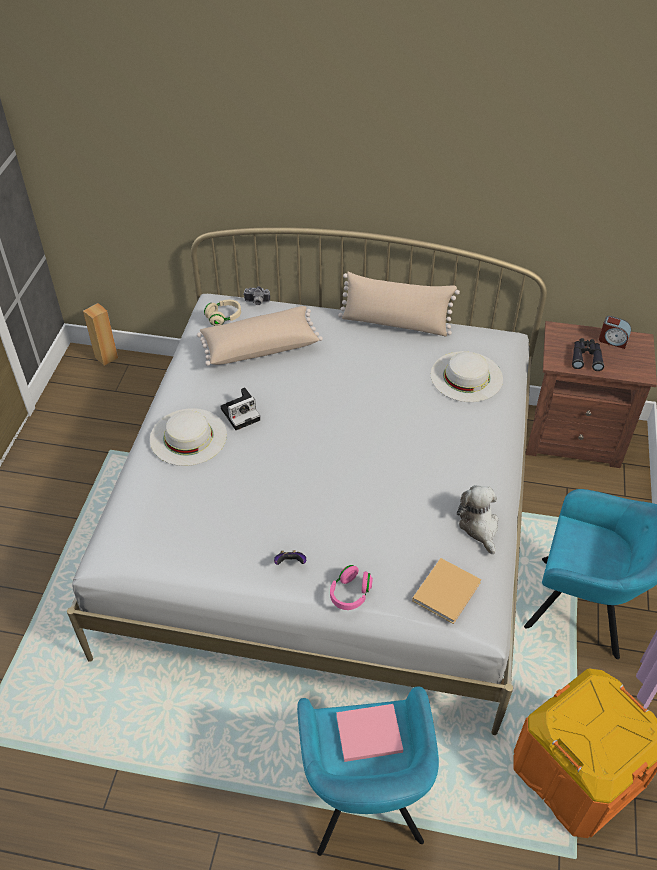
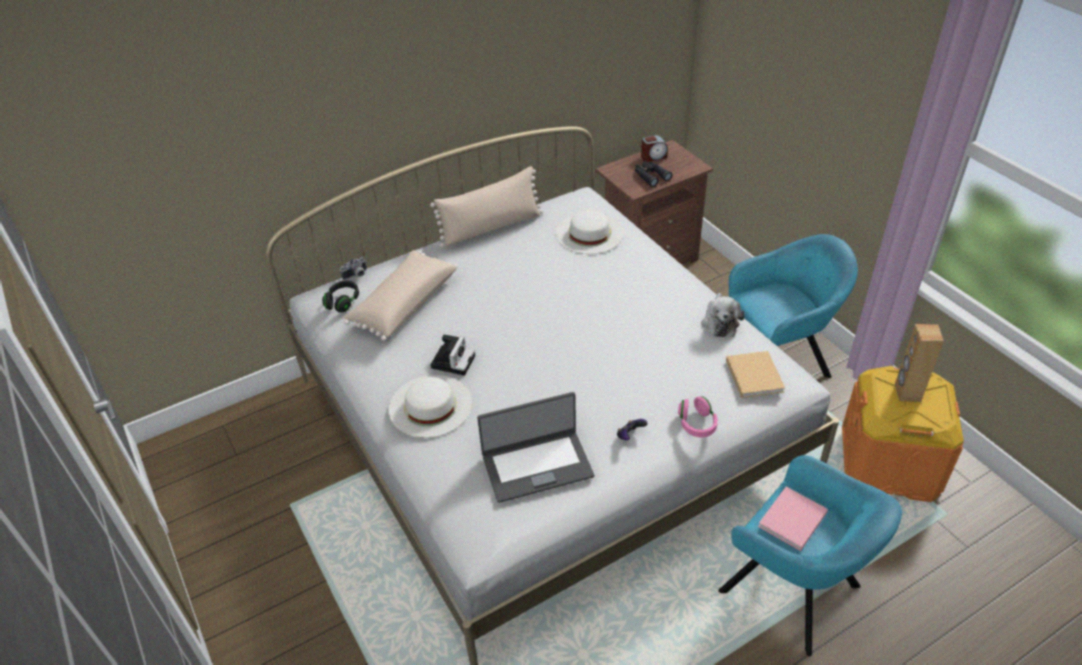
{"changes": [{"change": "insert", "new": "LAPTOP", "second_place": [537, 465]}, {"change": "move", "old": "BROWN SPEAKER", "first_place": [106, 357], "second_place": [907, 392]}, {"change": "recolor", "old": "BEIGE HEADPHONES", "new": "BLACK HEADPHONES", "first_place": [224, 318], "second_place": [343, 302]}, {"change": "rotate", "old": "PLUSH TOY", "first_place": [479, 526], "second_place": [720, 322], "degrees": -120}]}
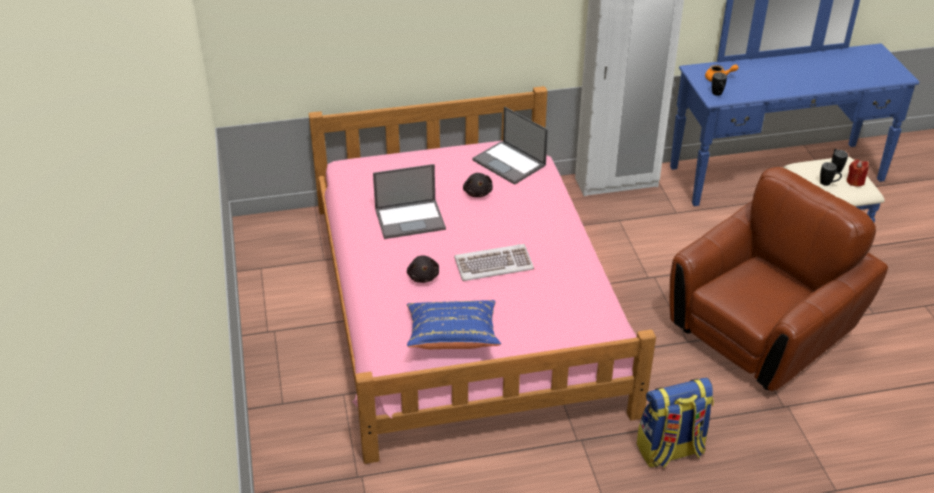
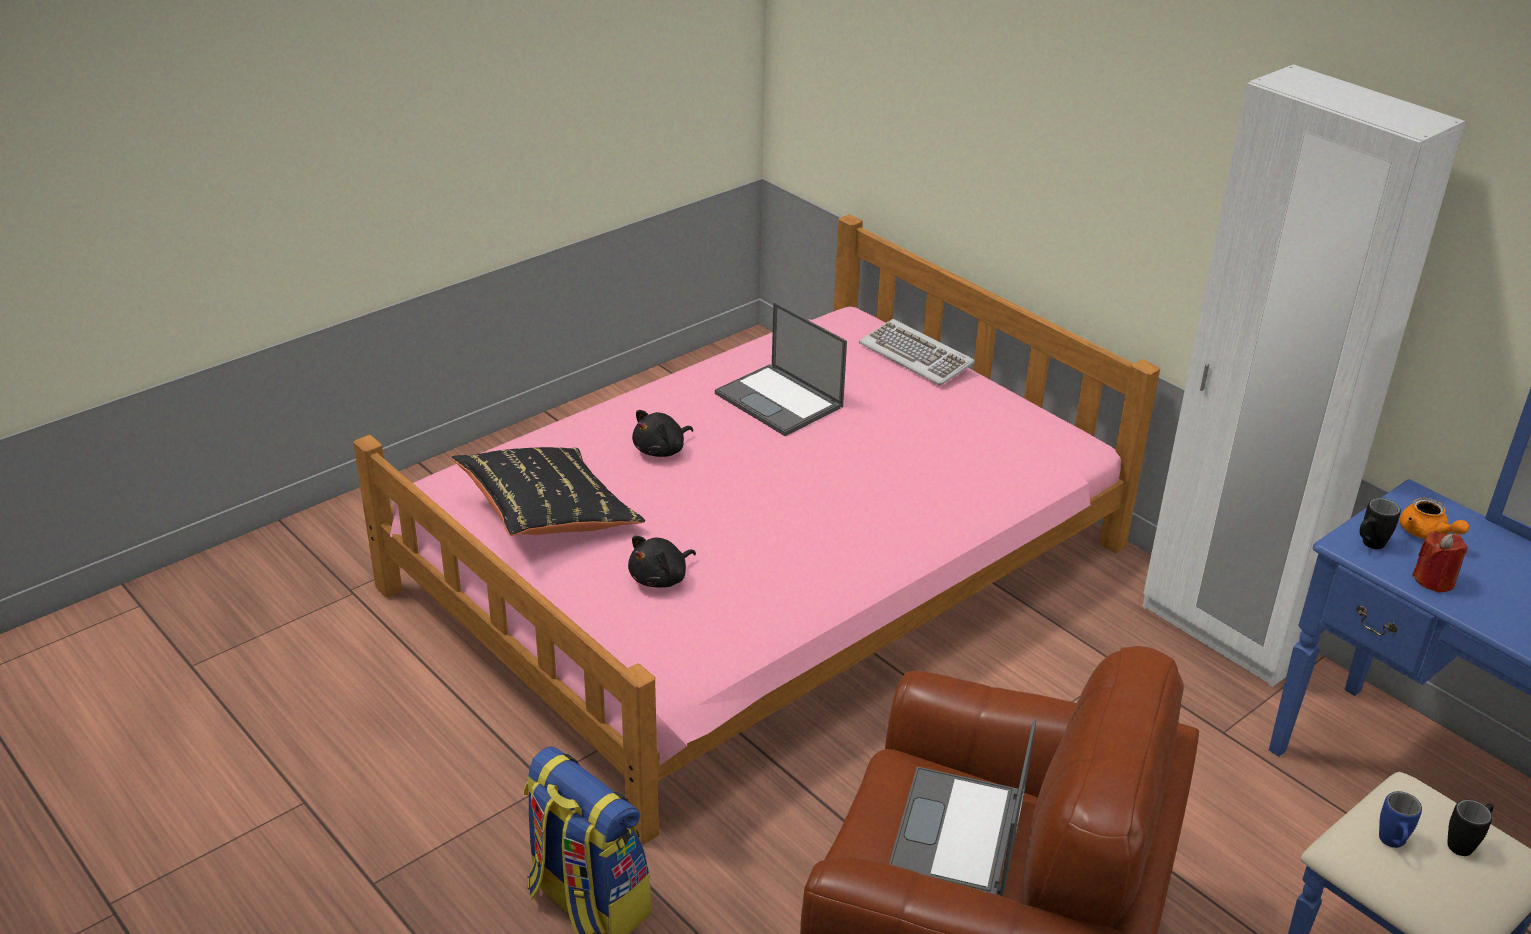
{"changes": [{"change": "move", "old": "KEYBOARD", "first_place": [494, 264], "second_place": [916, 356]}, {"change": "move", "old": "BLACK PLUSH TOY", "first_place": [477, 192], "second_place": [661, 578]}, {"change": "move", "old": "LAPTOP", "first_place": [510, 163], "second_place": [958, 835]}, {"change": "move", "old": "RED CANDLE", "first_place": [855, 181], "second_place": [1434, 580]}, {"change": "recolor", "old": "BLUE PILLOW", "new": "BLACK PILLOW", "first_place": [452, 337], "second_place": [548, 515]}, {"change": "recolor", "old": "BLACK MUG", "new": "BLUE MUG", "first_place": [828, 184], "second_place": [1392, 845]}]}
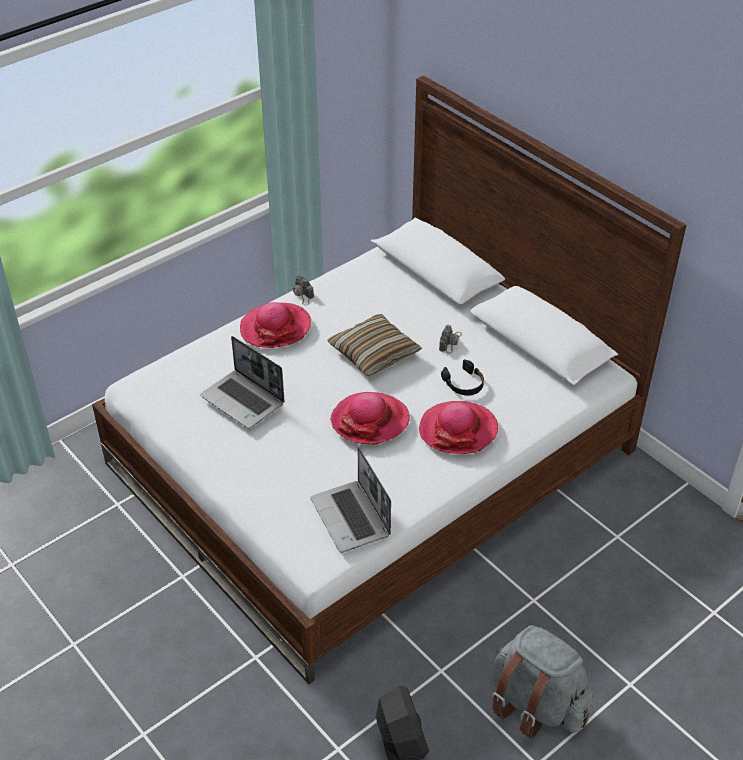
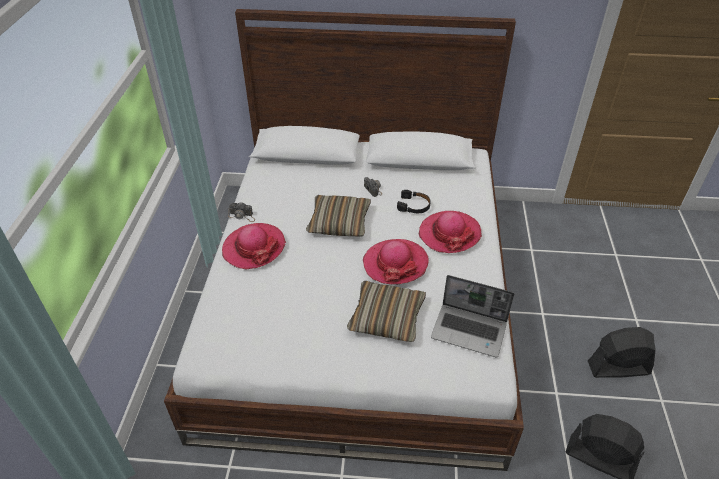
{"changes": [{"change": "delete", "old": "LAPTOP", "first_place": [244, 400]}, {"change": "insert", "new": "PILLOW", "second_place": [386, 318]}, {"change": "replace", "old": "GREY BACKPACK", "new": "BLACK FAN", "first_place": [536, 704], "second_place": [618, 368]}]}
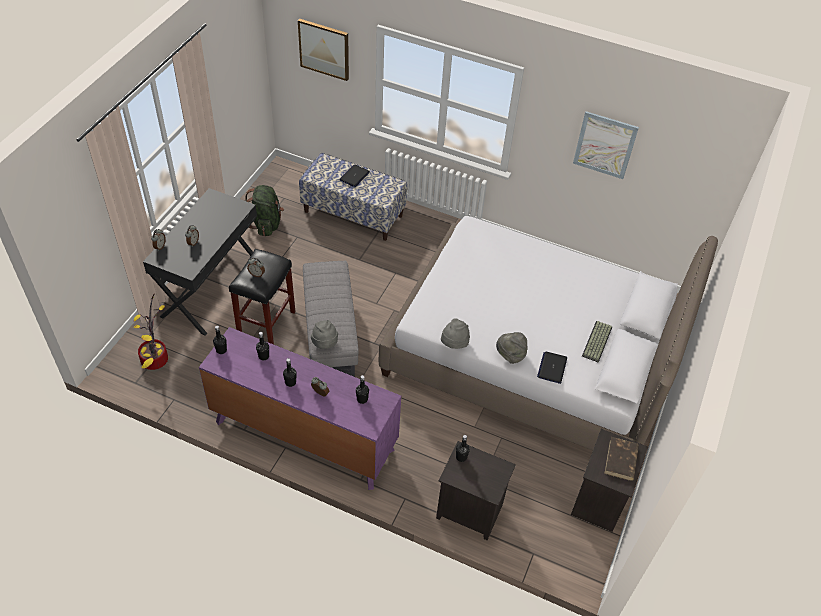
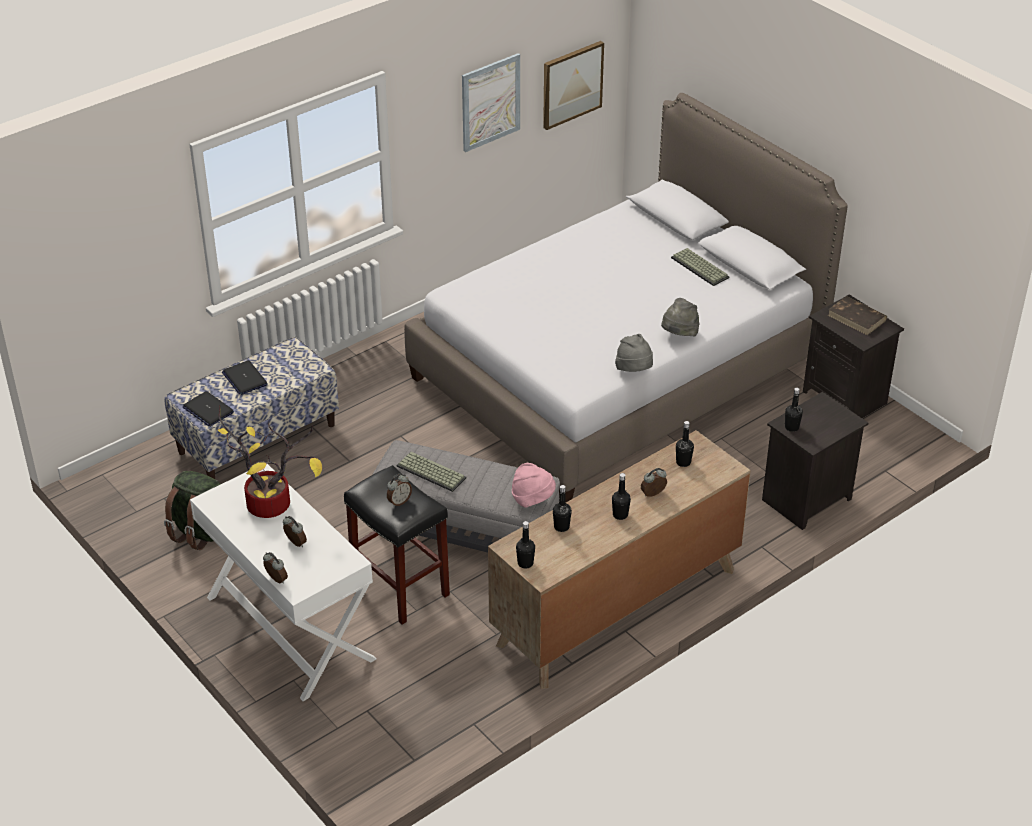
{"changes": [{"change": "insert", "new": "KEYBOARD", "second_place": [430, 472]}, {"change": "move", "old": "POTTED PLANT", "first_place": [156, 361], "second_place": [272, 503]}, {"change": "move", "old": "PICTURE", "first_place": [324, 49], "second_place": [571, 84]}, {"change": "move", "old": "LAPTOP", "first_place": [552, 367], "second_place": [208, 410]}, {"change": "recolor", "old": "BLACK DESK", "new": "WHITE DESK", "first_place": [211, 288], "second_place": [289, 628]}, {"change": "recolor", "old": "PURPLE DRESSER", "new": "BROWN DRESSER", "first_place": [303, 435], "second_place": [617, 607]}, {"change": "recolor", "old": "GREY HAT", "new": "PINK HAT", "first_place": [325, 344], "second_place": [532, 499]}]}
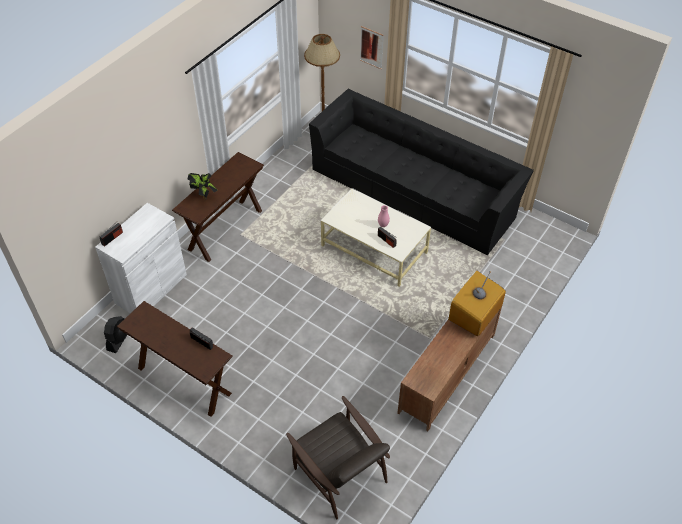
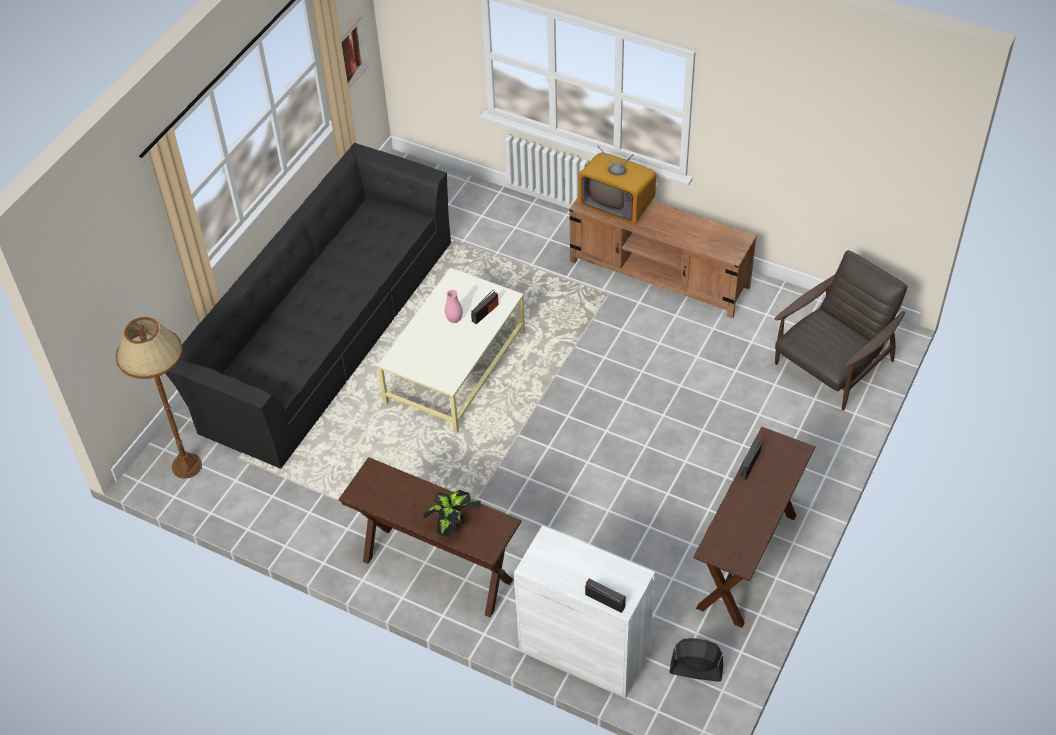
{"changes": [{"change": "move", "old": "PICTURE", "first_place": [371, 47], "second_place": [353, 53]}]}
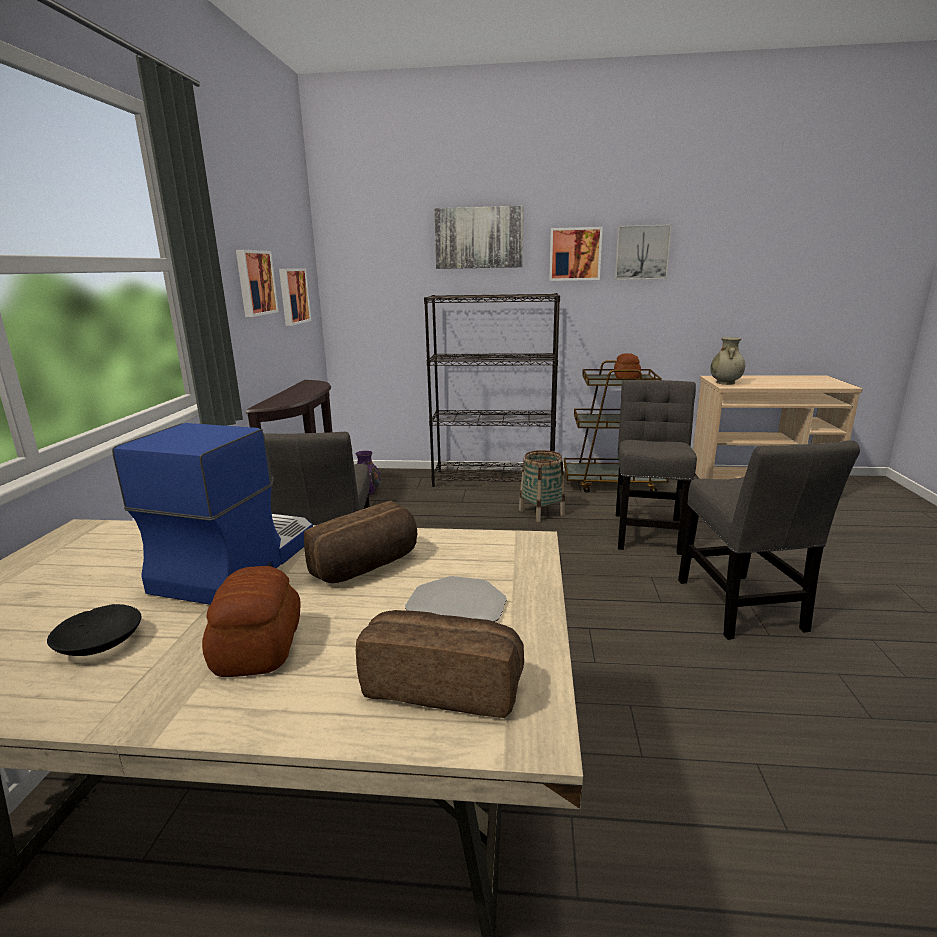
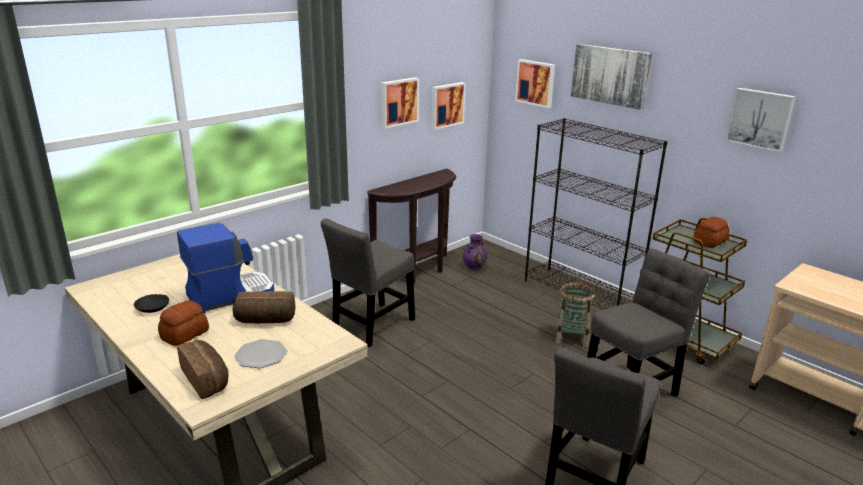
{"changes": [{"change": "delete", "old": "BEIGE VASE", "first_place": [725, 383]}, {"change": "move", "old": "PICTURE", "first_place": [575, 254], "second_place": [536, 83]}]}
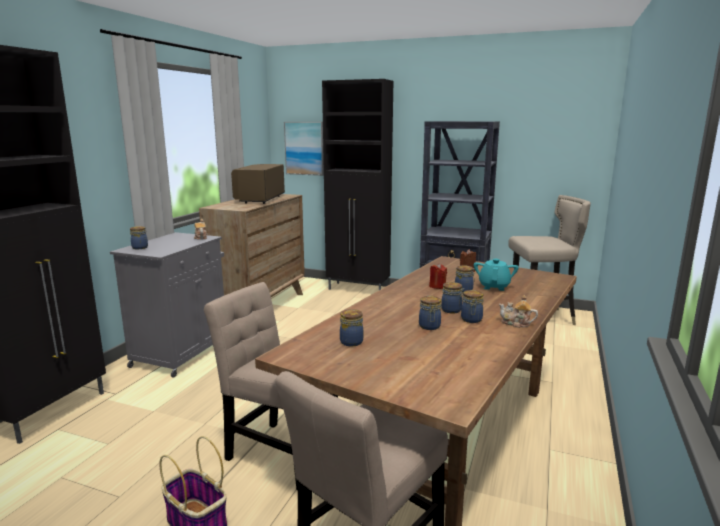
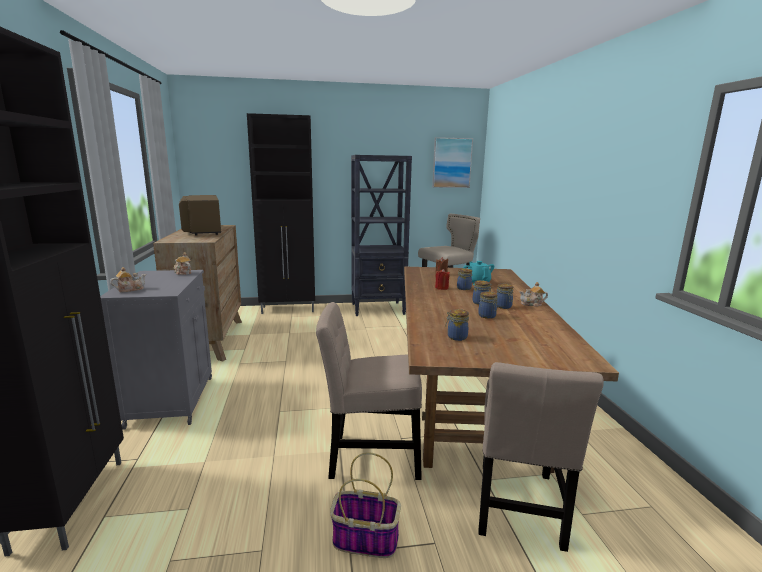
{"changes": [{"change": "move", "old": "PICTURE", "first_place": [304, 148], "second_place": [451, 163]}, {"change": "replace", "old": "JAR", "new": "TEAPOT", "first_place": [140, 247], "second_place": [130, 289]}]}
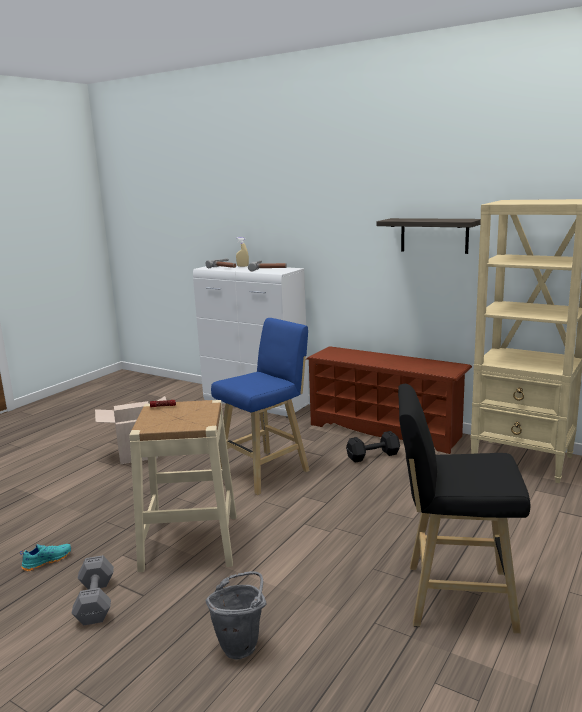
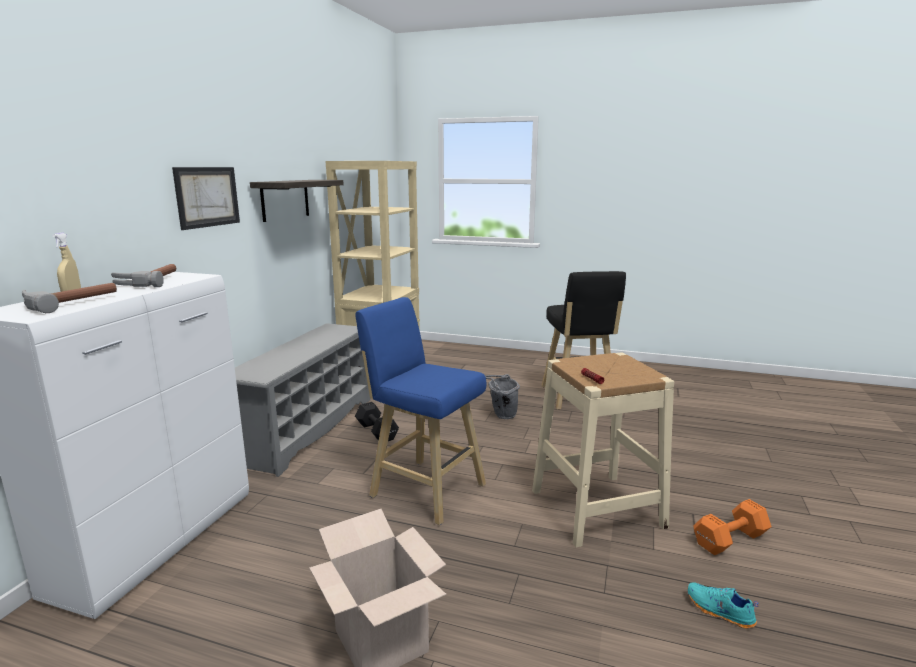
{"changes": [{"change": "insert", "new": "PICTURE", "second_place": [207, 197]}, {"change": "move", "old": "GREY BUCKET", "first_place": [241, 644], "second_place": [501, 416]}, {"change": "recolor", "old": "GREY DUMBBELL", "new": "ORANGE DUMBBELL", "first_place": [96, 600], "second_place": [728, 540]}, {"change": "recolor", "old": "BROWN SHOE RACK", "new": "GREY SHOE RACK", "first_place": [386, 430], "second_place": [308, 429]}]}
